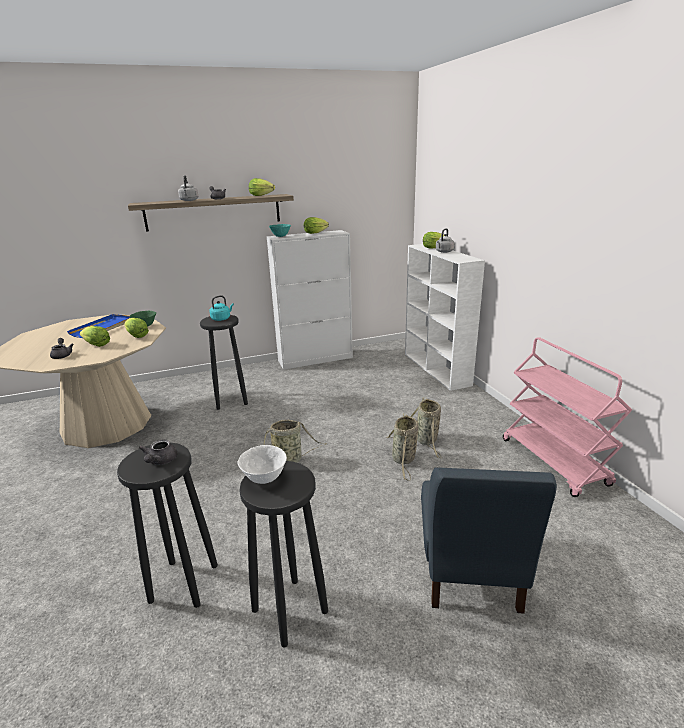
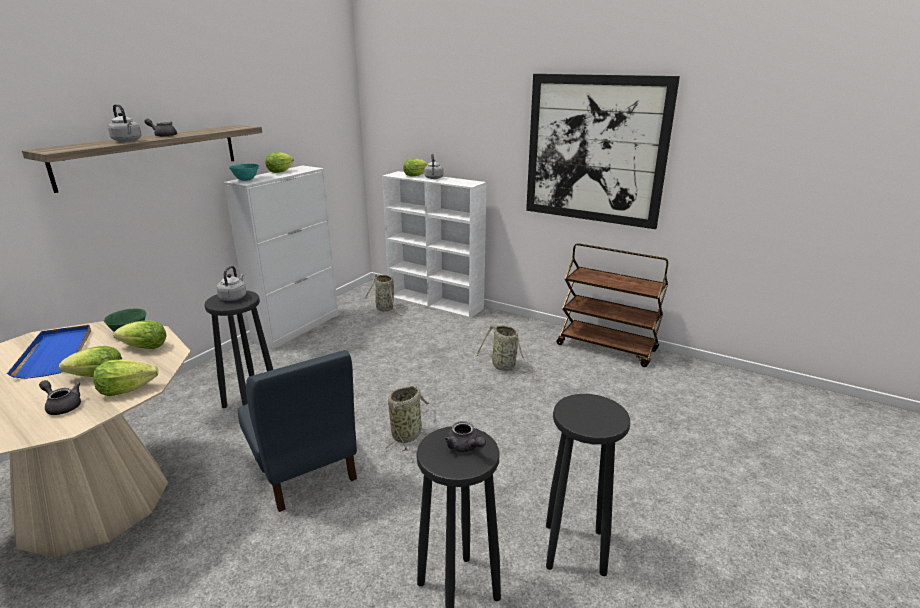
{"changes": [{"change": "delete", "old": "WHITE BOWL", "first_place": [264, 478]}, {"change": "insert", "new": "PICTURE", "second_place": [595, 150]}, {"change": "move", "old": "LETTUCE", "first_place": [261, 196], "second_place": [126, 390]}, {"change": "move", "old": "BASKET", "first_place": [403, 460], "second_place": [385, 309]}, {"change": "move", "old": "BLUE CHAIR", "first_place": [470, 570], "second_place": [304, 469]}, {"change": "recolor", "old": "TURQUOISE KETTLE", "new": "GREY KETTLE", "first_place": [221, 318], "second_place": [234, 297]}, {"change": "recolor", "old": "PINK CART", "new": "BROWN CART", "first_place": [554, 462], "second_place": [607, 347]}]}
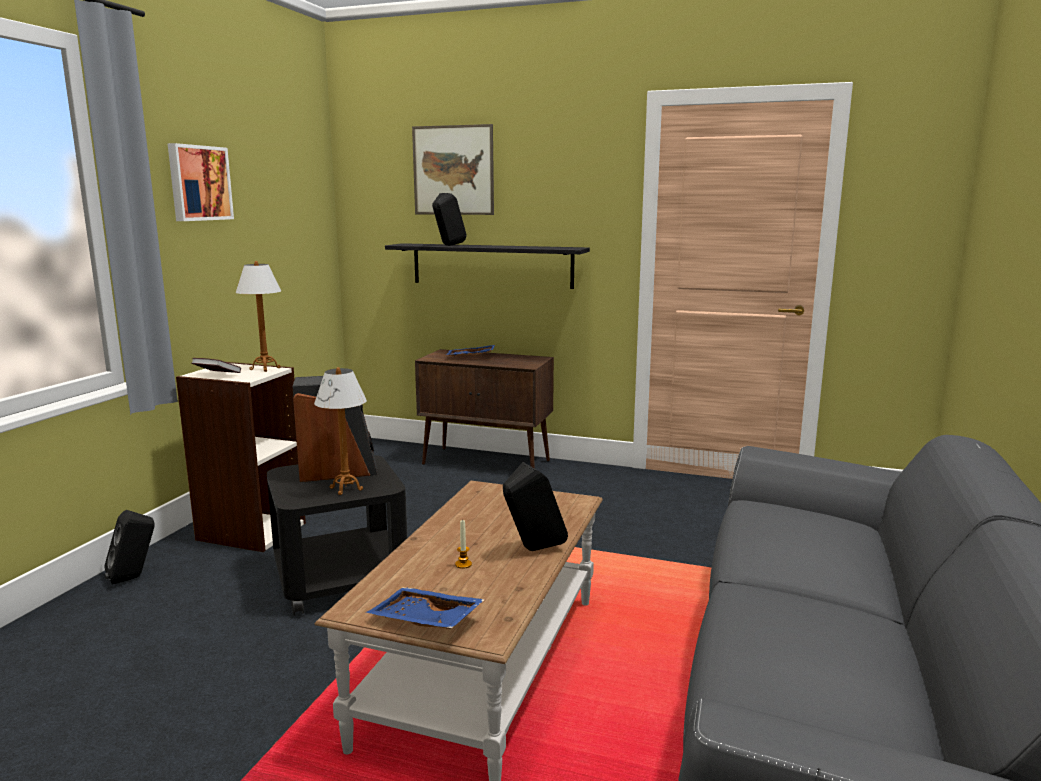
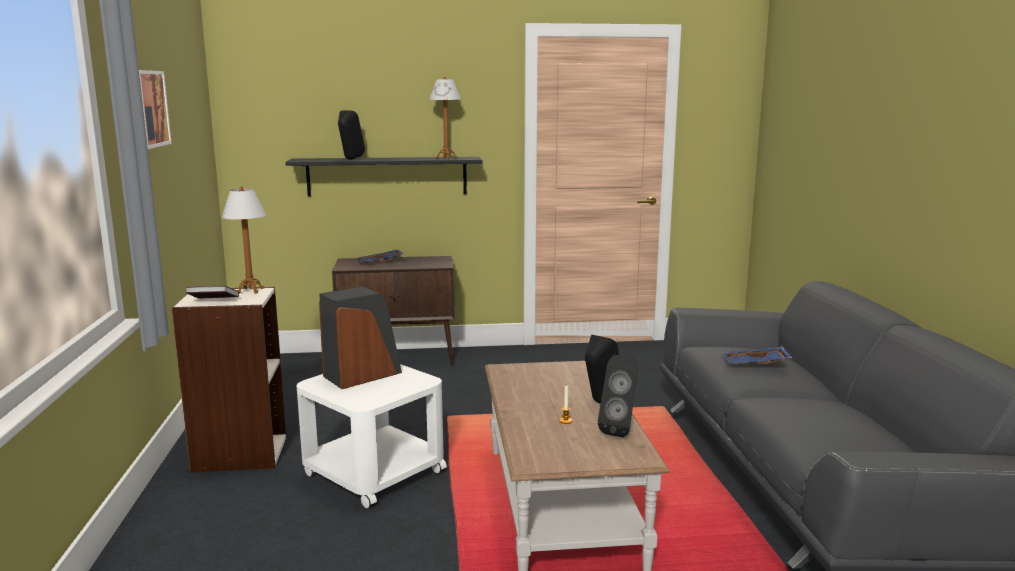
{"changes": [{"change": "delete", "old": "PICTURE", "first_place": [453, 170]}, {"change": "move", "old": "BLACK SPEAKER", "first_place": [134, 578], "second_place": [620, 430]}, {"change": "move", "old": "TABLE LAMP", "first_place": [346, 489], "second_place": [446, 158]}, {"change": "move", "old": "BLUE TRAY", "first_place": [424, 621], "second_place": [756, 364]}, {"change": "recolor", "old": "BLACK SIDE TABLE", "new": "WHITE SIDE TABLE", "first_place": [340, 578], "second_place": [373, 472]}]}
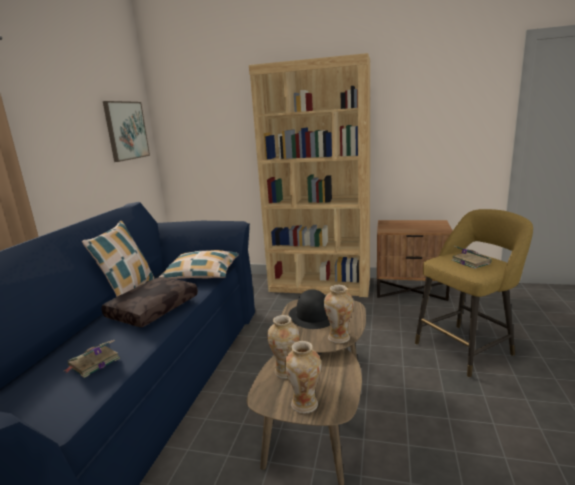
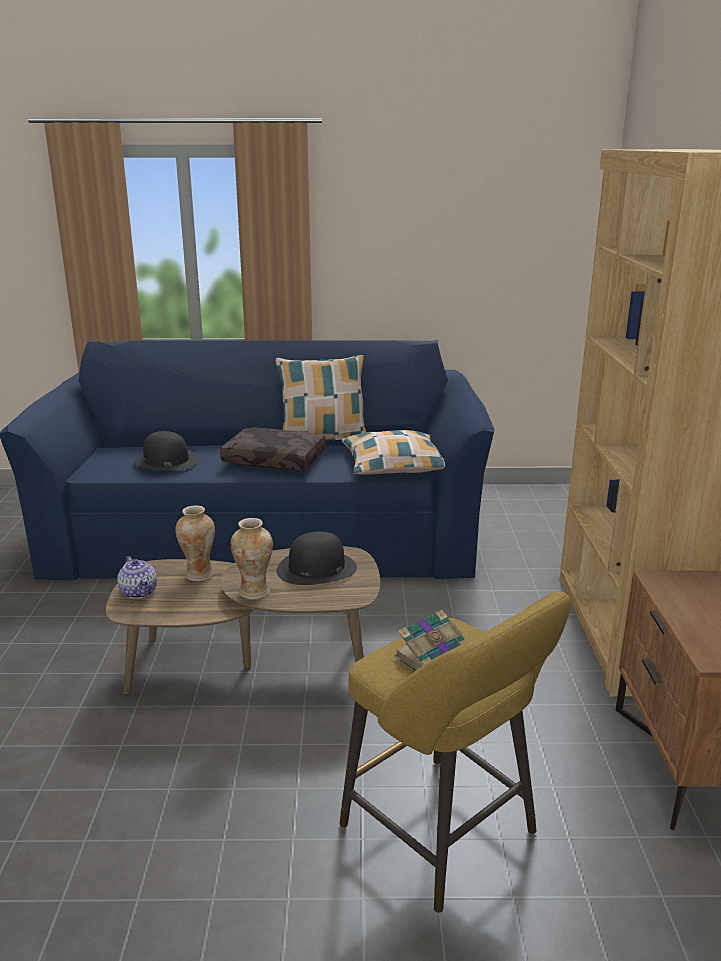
{"changes": [{"change": "delete", "old": "PICTURE", "first_place": [126, 130]}, {"change": "replace", "old": "BOOK", "new": "BLACK HAT", "first_place": [93, 363], "second_place": [166, 461]}, {"change": "replace", "old": "VASE", "new": "TEAPOT", "first_place": [305, 404], "second_place": [139, 592]}]}
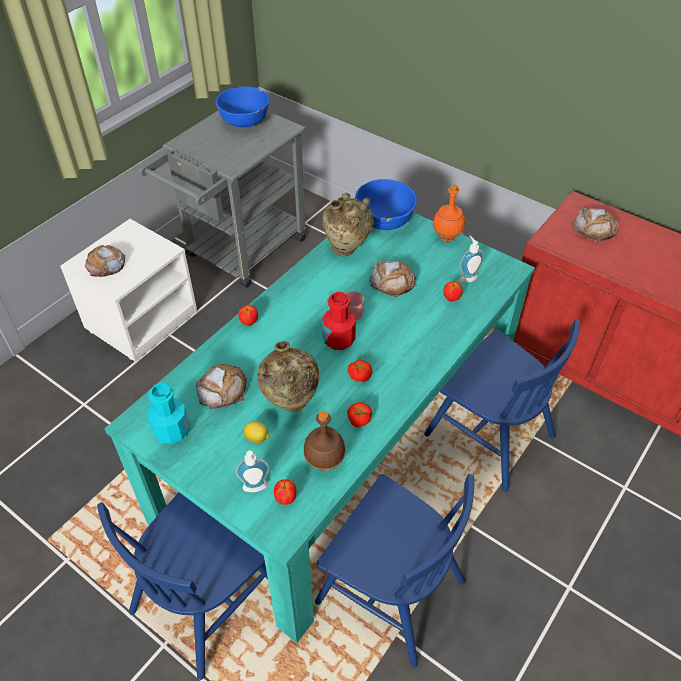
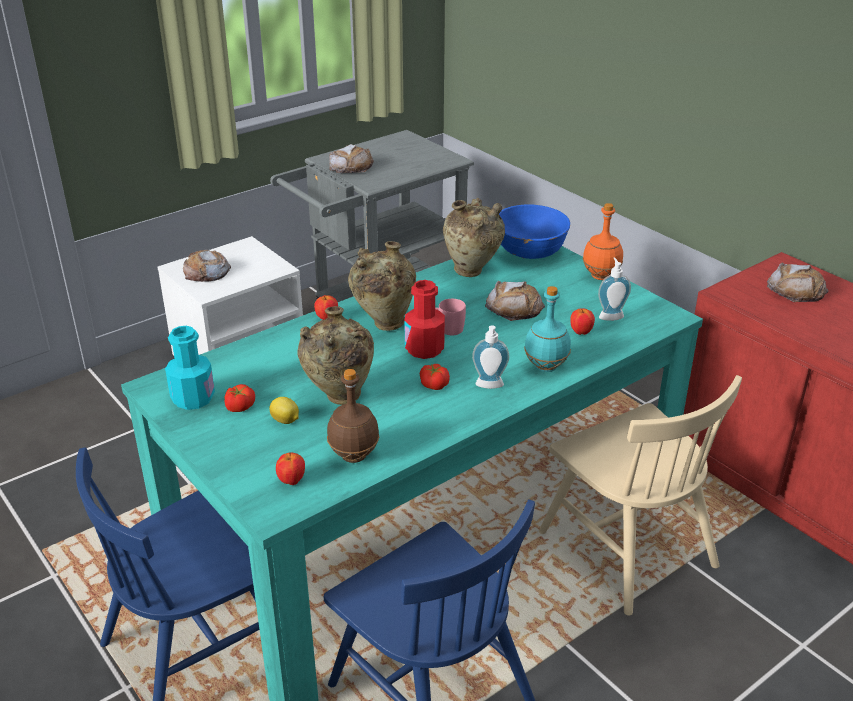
{"changes": [{"change": "delete", "old": "BLUE BOWL", "first_place": [244, 121]}, {"change": "insert", "new": "BEIGE VASE", "second_place": [383, 324]}, {"change": "insert", "new": "TURQUOISE BOTTLE", "second_place": [545, 367]}, {"change": "move", "old": "BREAD", "first_place": [222, 389], "second_place": [351, 166]}, {"change": "move", "old": "SOAP DISPENSER", "first_place": [255, 489], "second_place": [489, 386]}, {"change": "move", "old": "TOMATO", "first_place": [359, 419], "second_place": [239, 406]}, {"change": "recolor", "old": "BLUE CHAIR", "new": "BEIGE CHAIR", "first_place": [489, 434], "second_place": [626, 548]}]}
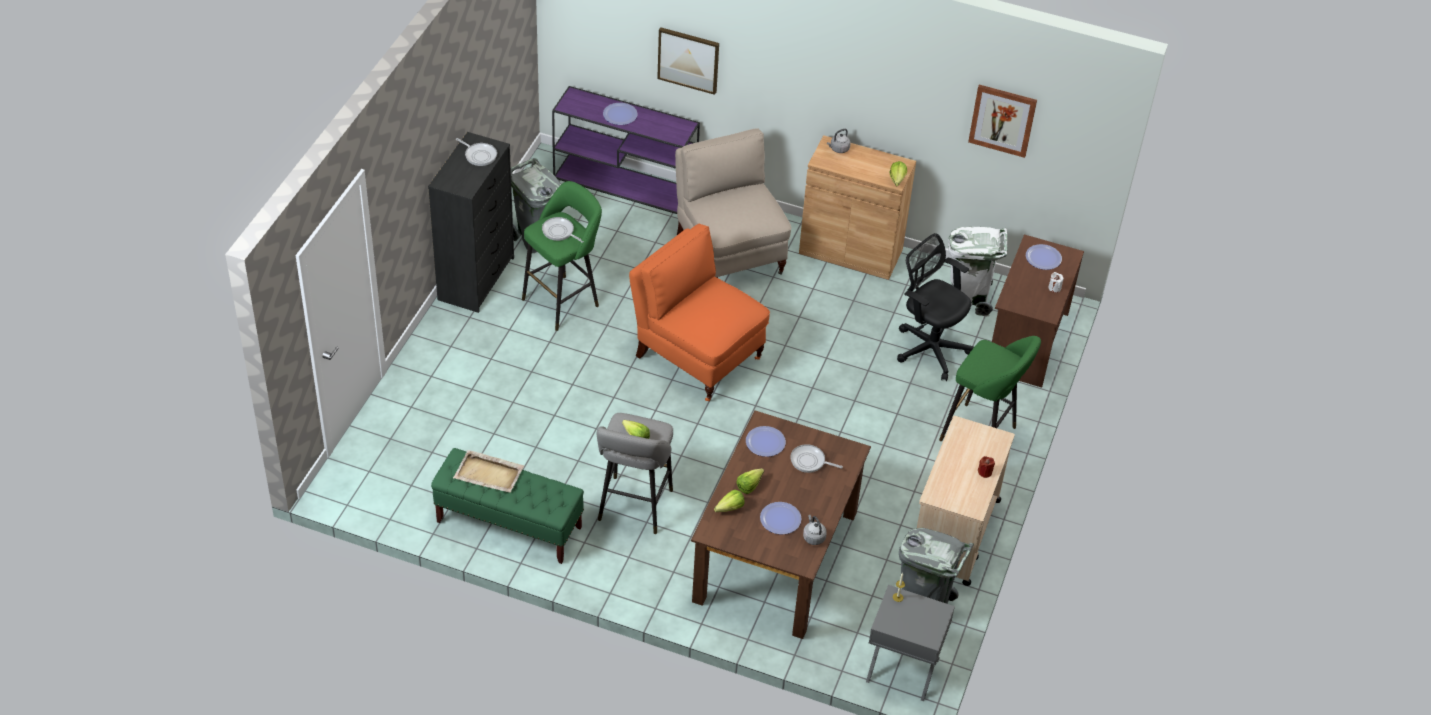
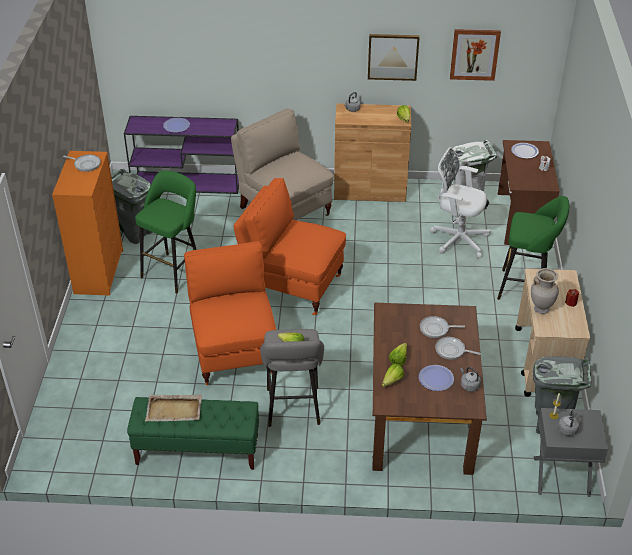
{"changes": [{"change": "delete", "old": "PLATE", "first_place": [765, 442]}, {"change": "insert", "new": "ORANGE CHAIR", "second_place": [234, 351]}, {"change": "insert", "new": "BEIGE VASE", "second_place": [541, 309]}, {"change": "insert", "new": "GREY KETTLE", "second_place": [567, 429]}, {"change": "move", "old": "FRYING PAN", "first_place": [559, 232], "second_place": [452, 350]}, {"change": "move", "old": "PICTURE", "first_place": [688, 59], "second_place": [393, 56]}, {"change": "recolor", "old": "BLACK DRESSER", "new": "ORANGE DRESSER", "first_place": [476, 278], "second_place": [99, 271]}, {"change": "recolor", "old": "BLACK OFFICE CHAIR", "new": "WHITE OFFICE CHAIR", "first_place": [929, 348], "second_place": [457, 239]}]}
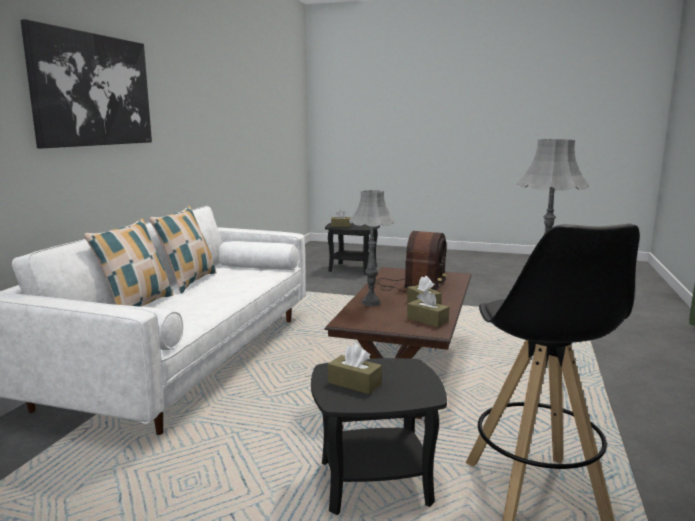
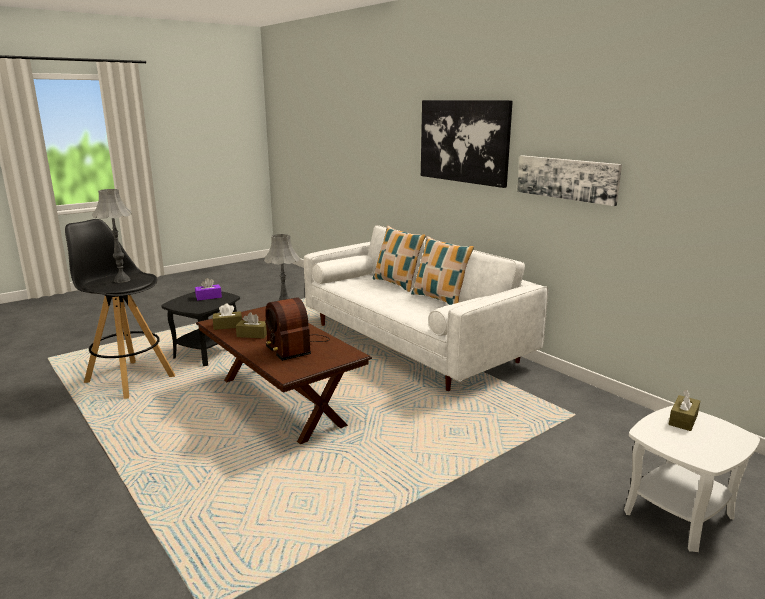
{"changes": [{"change": "insert", "new": "PICTURE", "second_place": [567, 178]}, {"change": "recolor", "old": "BLACK SIDE TABLE", "new": "WHITE SIDE TABLE", "first_place": [352, 269], "second_place": [678, 514]}, {"change": "recolor", "old": "BROWN TISSUE BOX", "new": "PURPLE TISSUE BOX", "first_place": [354, 383], "second_place": [208, 297]}]}
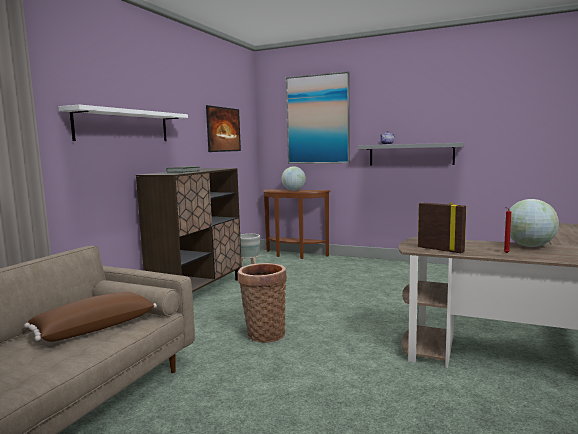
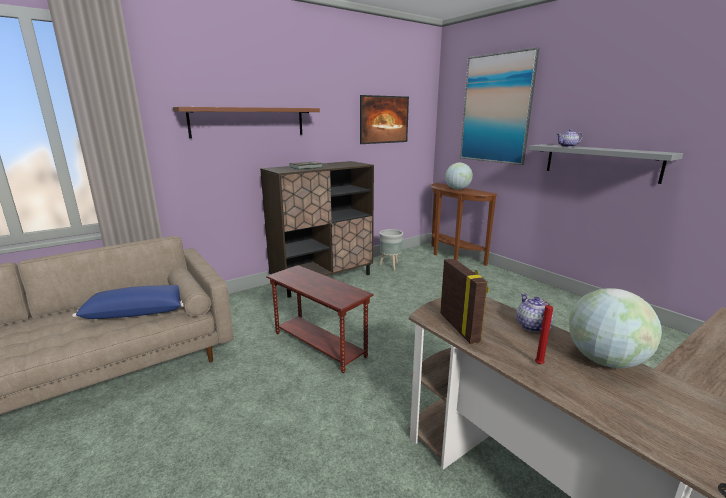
{"changes": [{"change": "insert", "new": "TEAPOT", "second_place": [531, 326]}, {"change": "replace", "old": "BASKET", "new": "BROWN SIDE TABLE", "first_place": [264, 333], "second_place": [319, 345]}, {"change": "recolor", "old": "BROWN PILLOW", "new": "BLUE PILLOW", "first_place": [94, 328], "second_place": [139, 311]}, {"change": "recolor", "old": "WHITE SHELF", "new": "BROWN SHELF", "first_place": [123, 126], "second_place": [248, 122]}]}
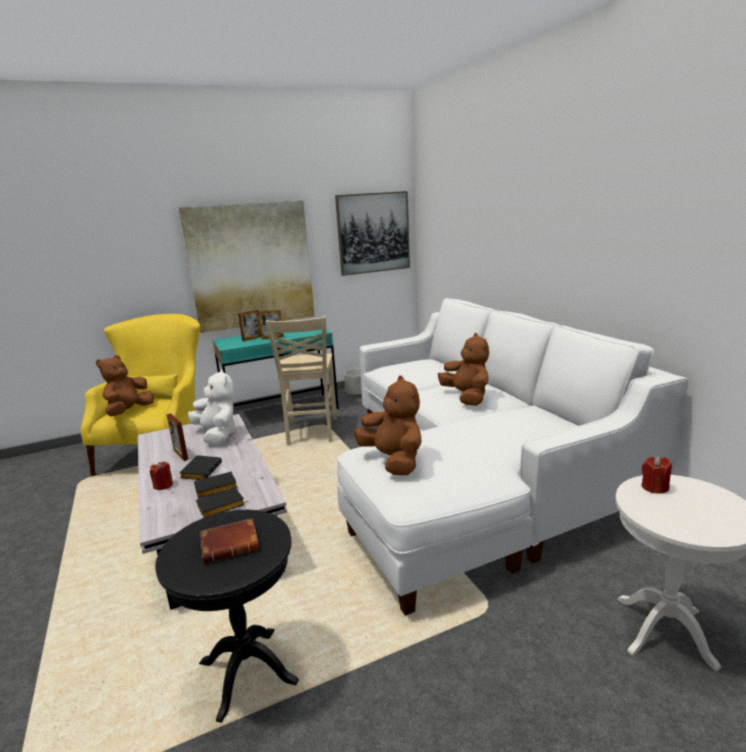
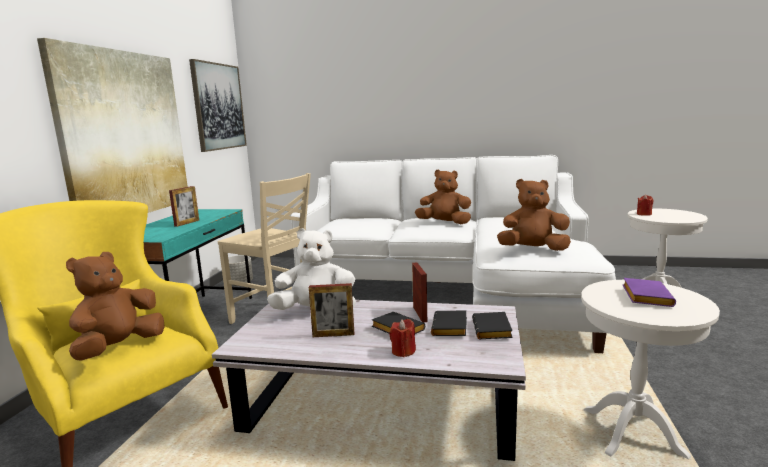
{"changes": [{"change": "move", "old": "PICTURE FRAME", "first_place": [252, 338], "second_place": [420, 314]}, {"change": "recolor", "old": "BLACK SIDE TABLE", "new": "WHITE SIDE TABLE", "first_place": [248, 672], "second_place": [633, 432]}, {"change": "recolor", "old": "BROWN BOOK", "new": "PURPLE BOOK", "first_place": [231, 544], "second_place": [644, 296]}, {"change": "rotate", "old": "BROWN PLUSH TOY", "first_place": [129, 411], "second_place": [119, 348], "degrees": 60}]}
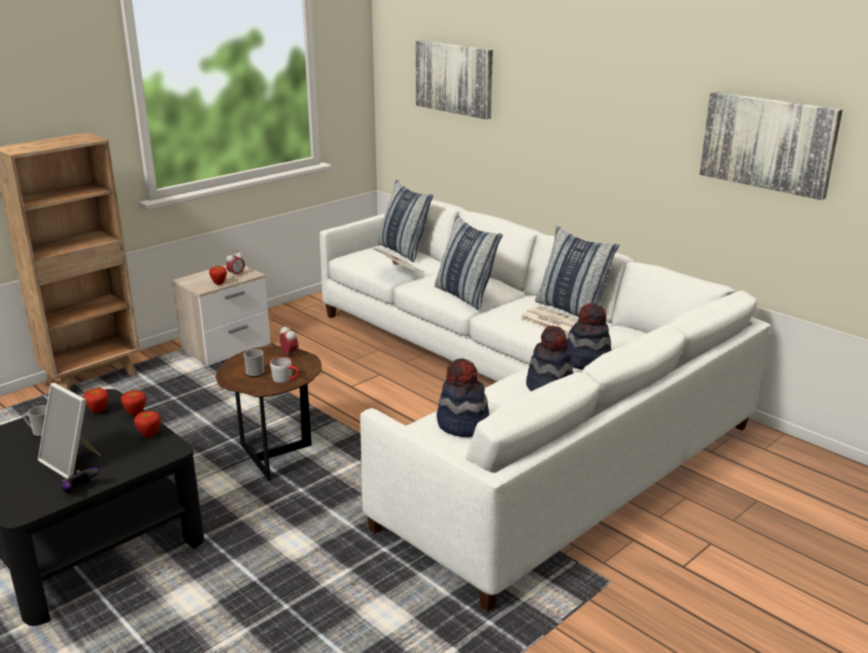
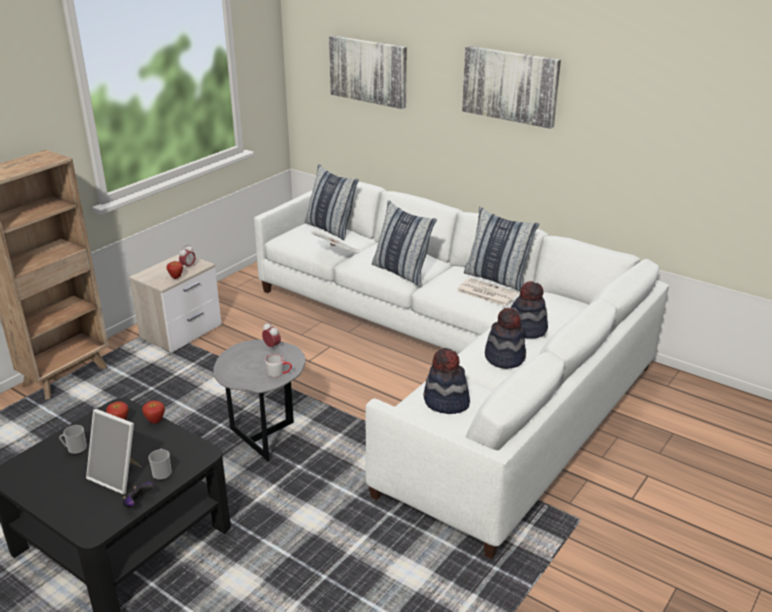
{"changes": [{"change": "delete", "old": "APPLE", "first_place": [150, 435]}, {"change": "move", "old": "MUG", "first_place": [255, 372], "second_place": [162, 472]}, {"change": "move", "old": "PICTURE", "first_place": [768, 143], "second_place": [510, 86]}, {"change": "recolor", "old": "BROWN SIDE TABLE", "new": "GREY SIDE TABLE", "first_place": [276, 456], "second_place": [265, 436]}]}
